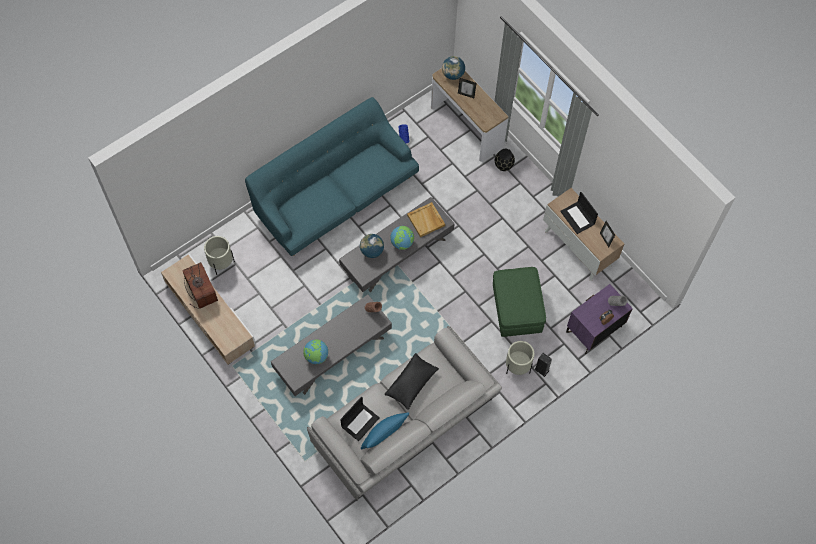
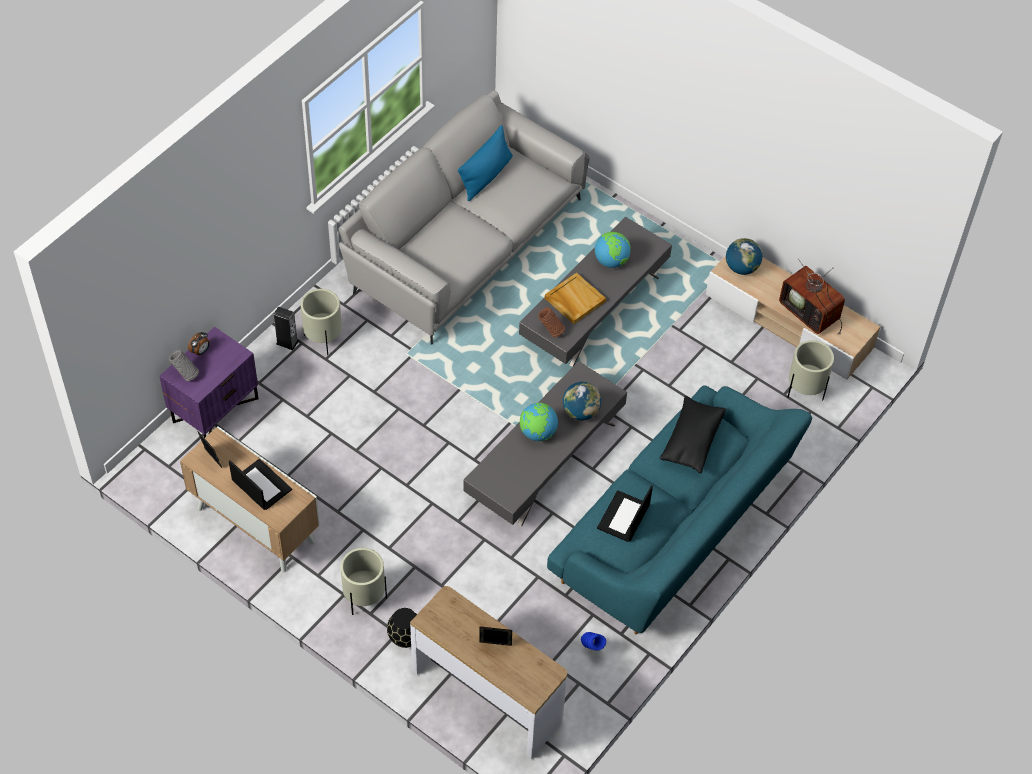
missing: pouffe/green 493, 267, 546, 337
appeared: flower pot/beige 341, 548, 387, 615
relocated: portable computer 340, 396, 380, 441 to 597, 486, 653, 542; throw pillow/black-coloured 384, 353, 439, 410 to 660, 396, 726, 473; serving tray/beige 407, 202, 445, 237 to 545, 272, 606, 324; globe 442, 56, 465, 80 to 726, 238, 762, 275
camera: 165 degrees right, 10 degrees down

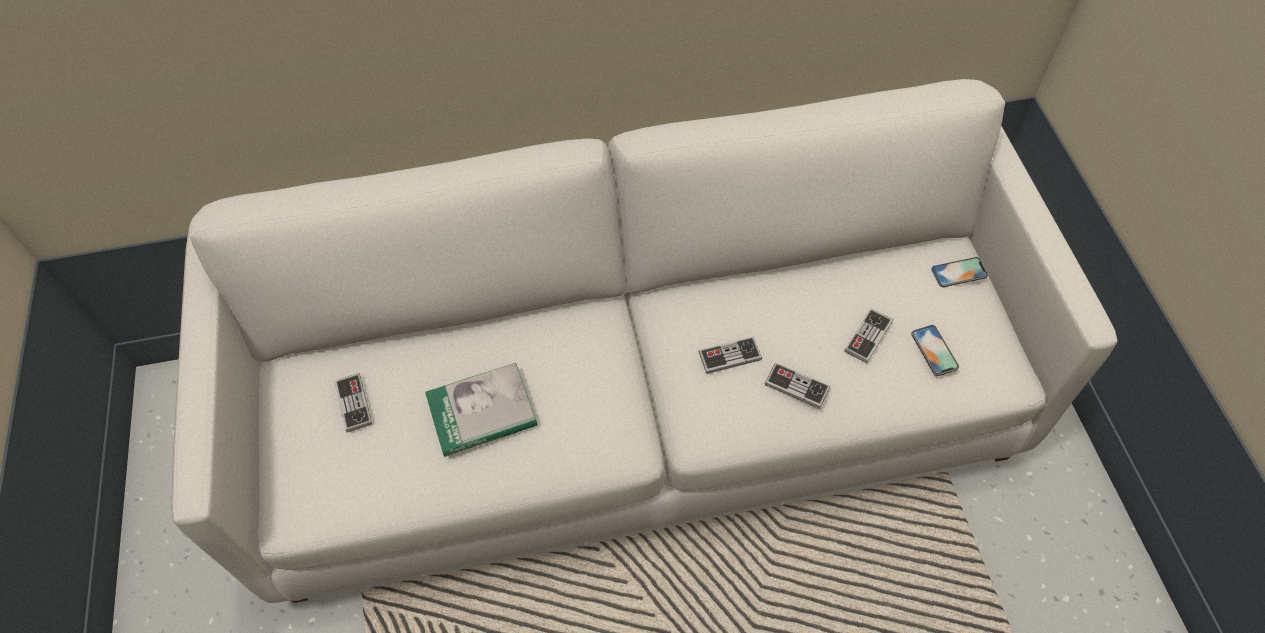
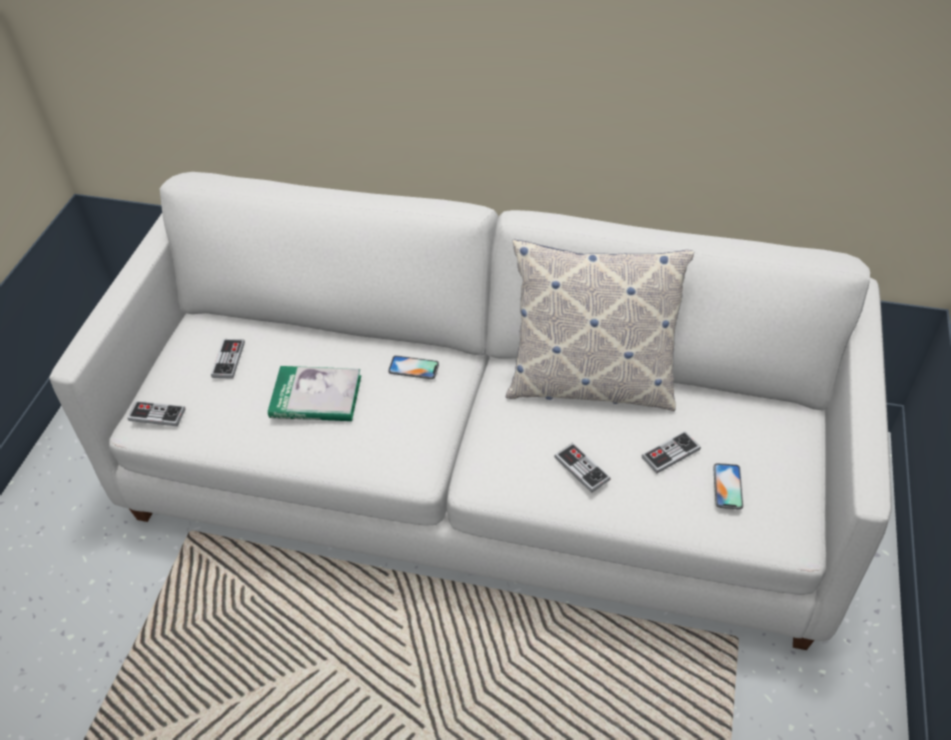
appeared: throw pillow 506, 240, 695, 411
relocated: joypad 698, 337, 762, 374 to 128, 401, 185, 426; handset 932, 257, 988, 287 to 388, 355, 439, 379
camera: 25 degrees right, 10 degrees down

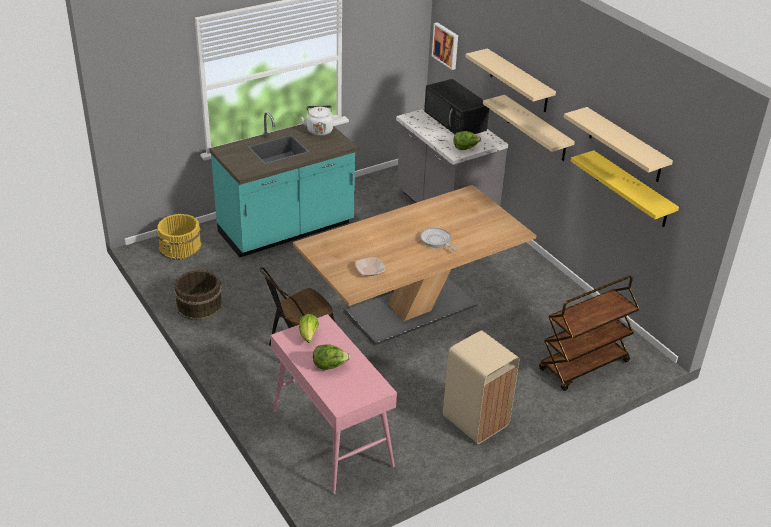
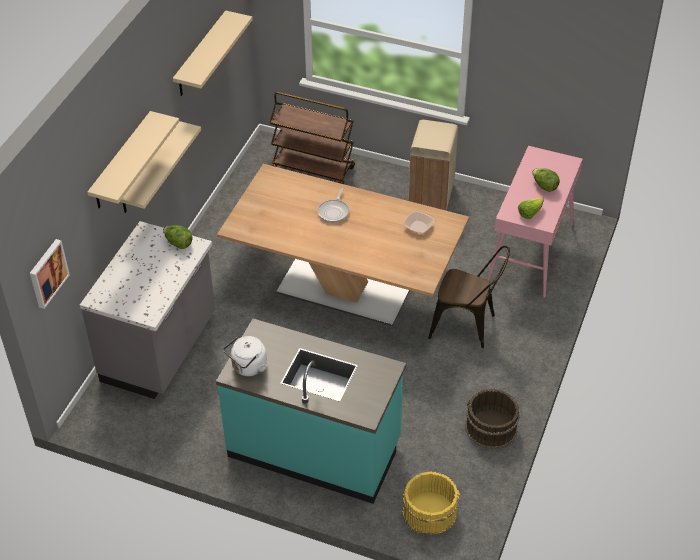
missing: kitchen microwave/black-coloured 424, 79, 489, 134; wall shelf/yellowish 571, 150, 679, 227
camera: 125 degrees left, 10 degrees up

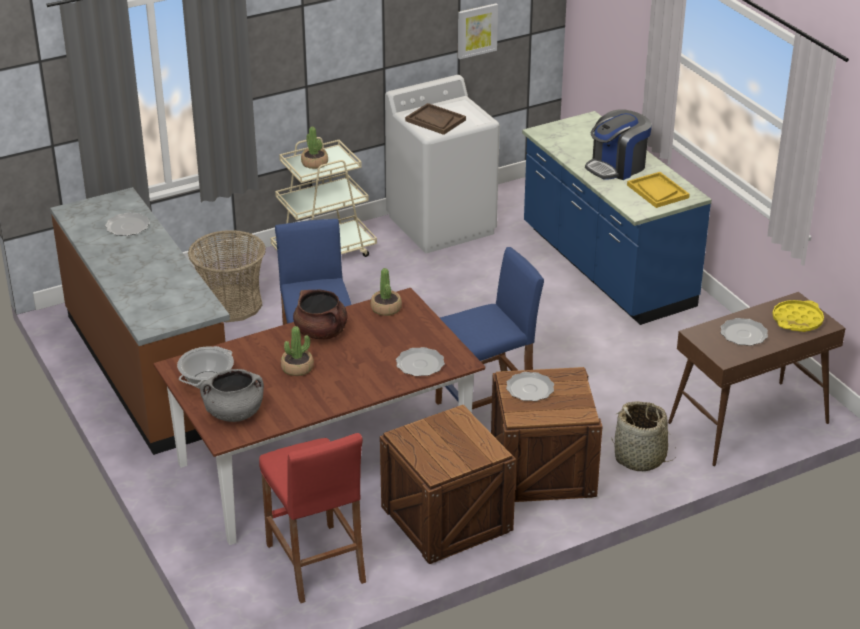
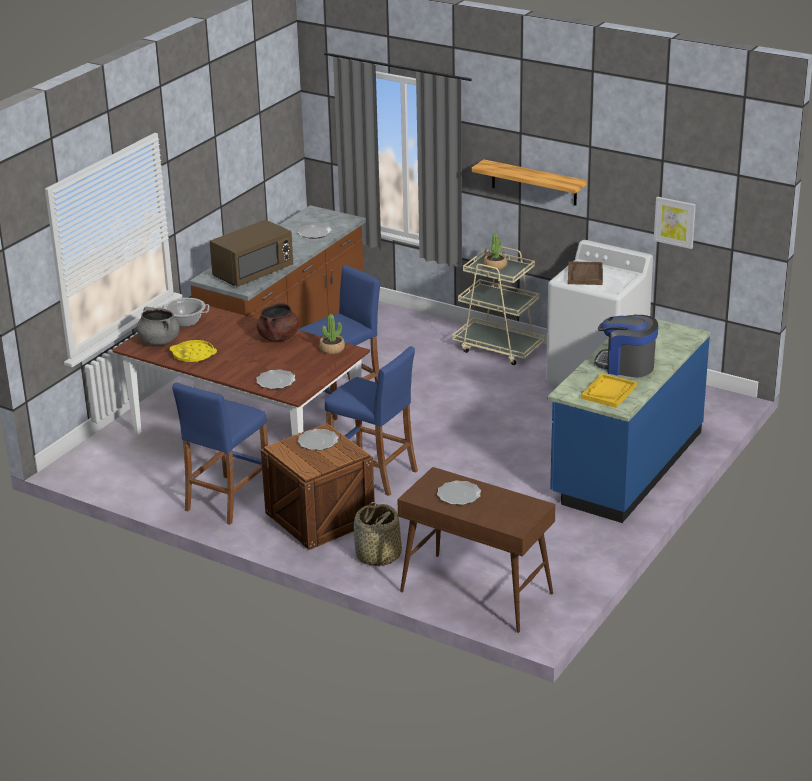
missing: basket 188, 230, 266, 322; sitting stool/red 259, 433, 366, 603; potted plant 281, 326, 314, 376
appeared: kitchen microwave/brownish 210, 220, 293, 287; wall shelf 471, 159, 587, 205
relocated: serving tray/yellowish 772, 300, 824, 332 to 169, 340, 217, 362
exchanged: shipping crate 380, 405, 516, 564 to sitting stool/blue-coloured 172, 382, 268, 525
camera: 60 degrees right, 5 degrees down

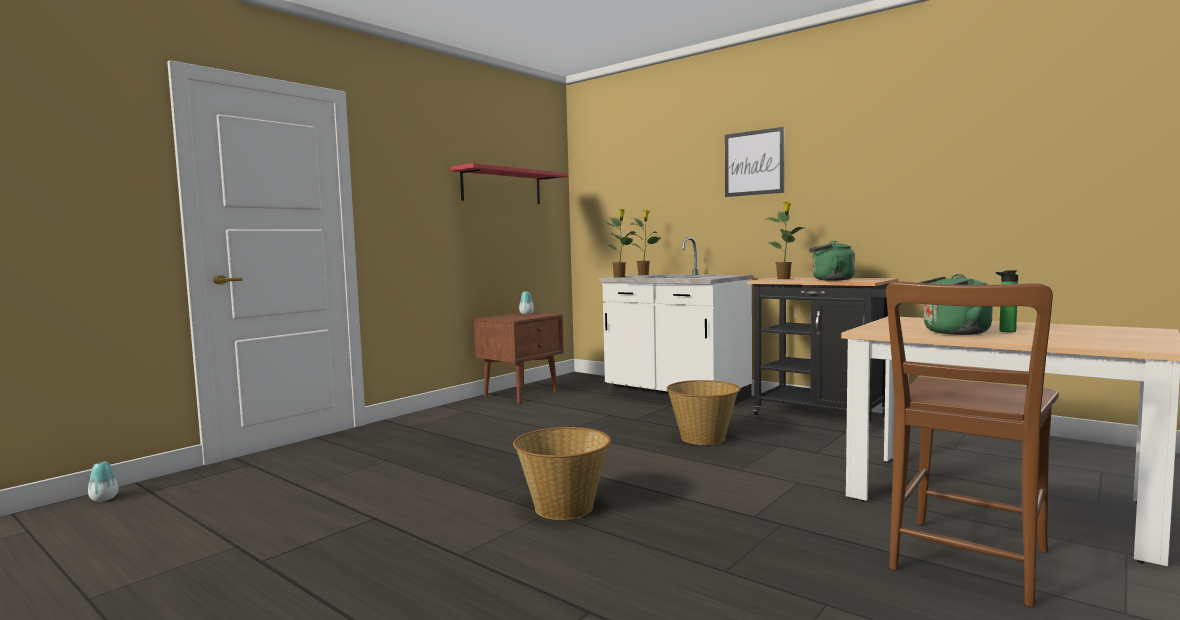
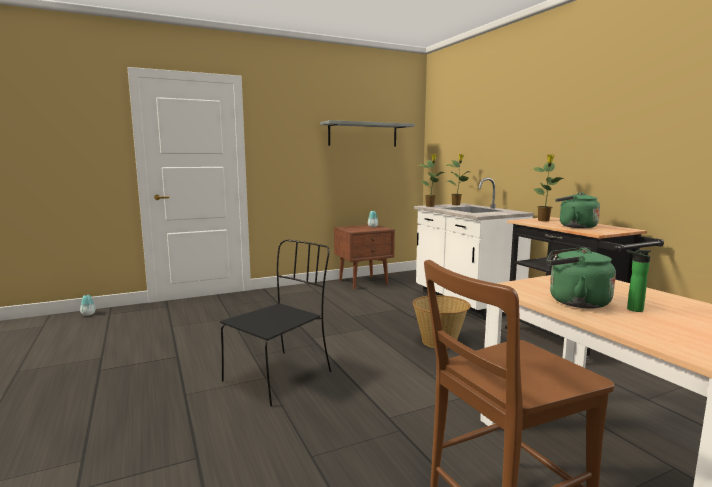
missing: picture 725, 127, 785, 197
exchanged: basket 513, 427, 611, 520 to plain chair/black-coloured 220, 239, 331, 406
colour: wall shelf/red 450, 163, 568, 204 to wall shelf/grey 320, 120, 415, 147
camera: 25 degrees right, 5 degrees up

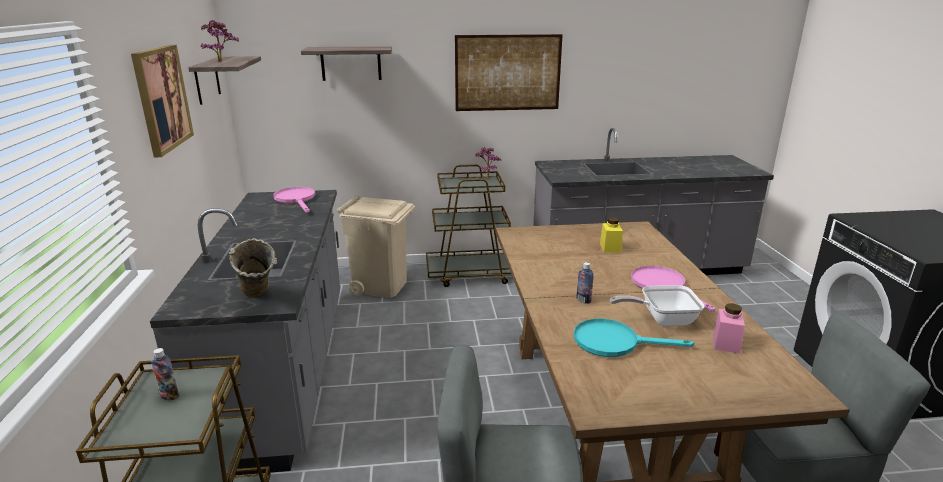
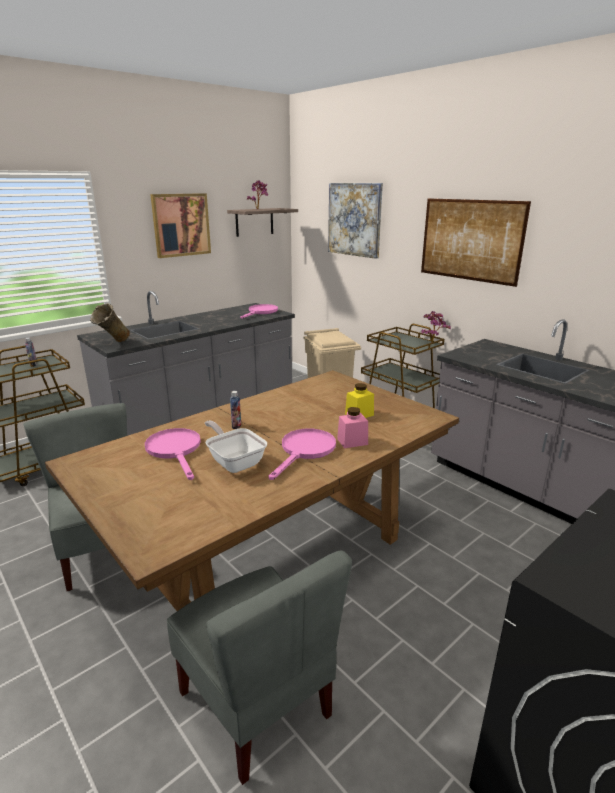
relocated: storage jar/pinkish 713, 303, 745, 354 to 337, 407, 368, 448
exchanged: wall shelf 301, 46, 392, 81 to picture 328, 183, 383, 259
colour: pan/blue-green 574, 319, 694, 357 to pan/pinkish 145, 428, 201, 480
camera: 55 degrees right, 0 degrees up

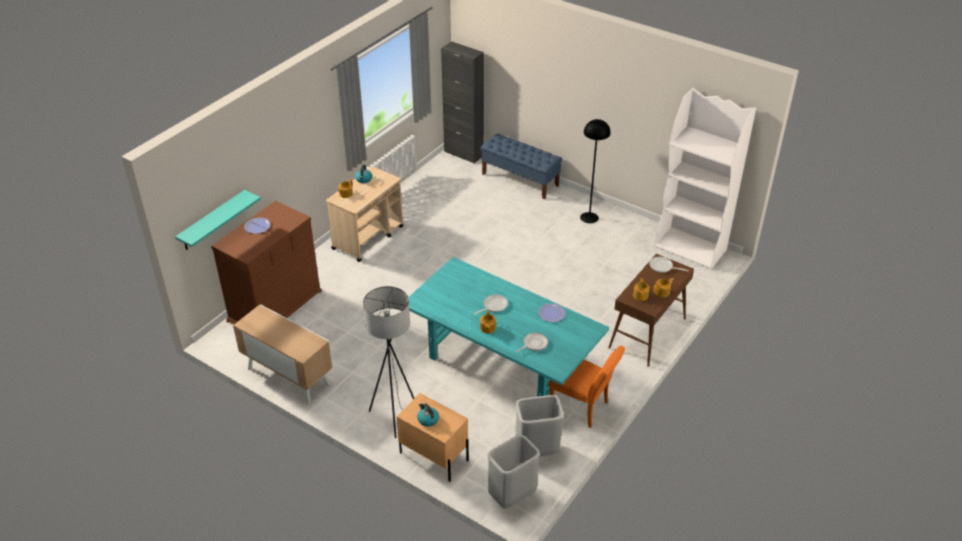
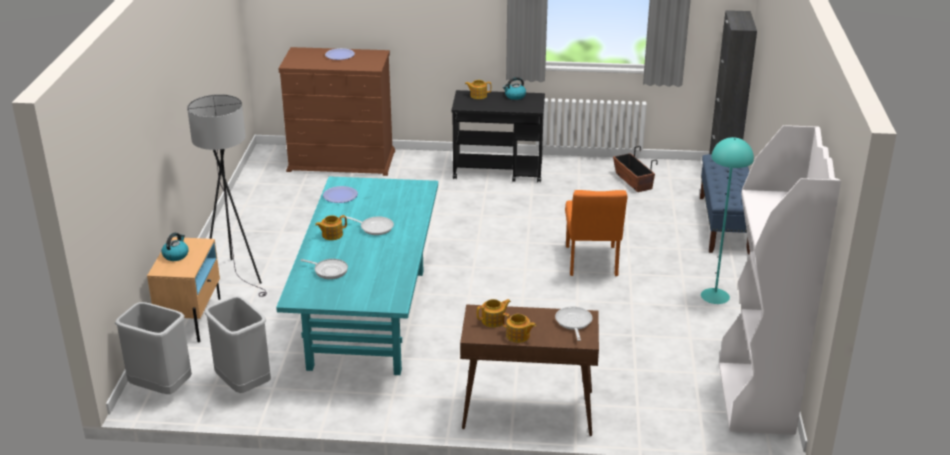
missing: wall shelf/blue-green 175, 190, 261, 250; cabinet 233, 304, 333, 404
appeared: flower pot 613, 146, 658, 192
relocated: flat dish 538, 303, 566, 322 to 323, 186, 358, 203; plain chair/orange 549, 345, 625, 428 to 565, 190, 627, 276
colour: trolley/beige 326, 166, 404, 262 to trolley/black-coloured 452, 90, 545, 183; standard lamp/black-coloured 580, 119, 611, 223 to standard lamp/blue-green 701, 137, 754, 304
camera: 60 degrees right, 10 degrees down

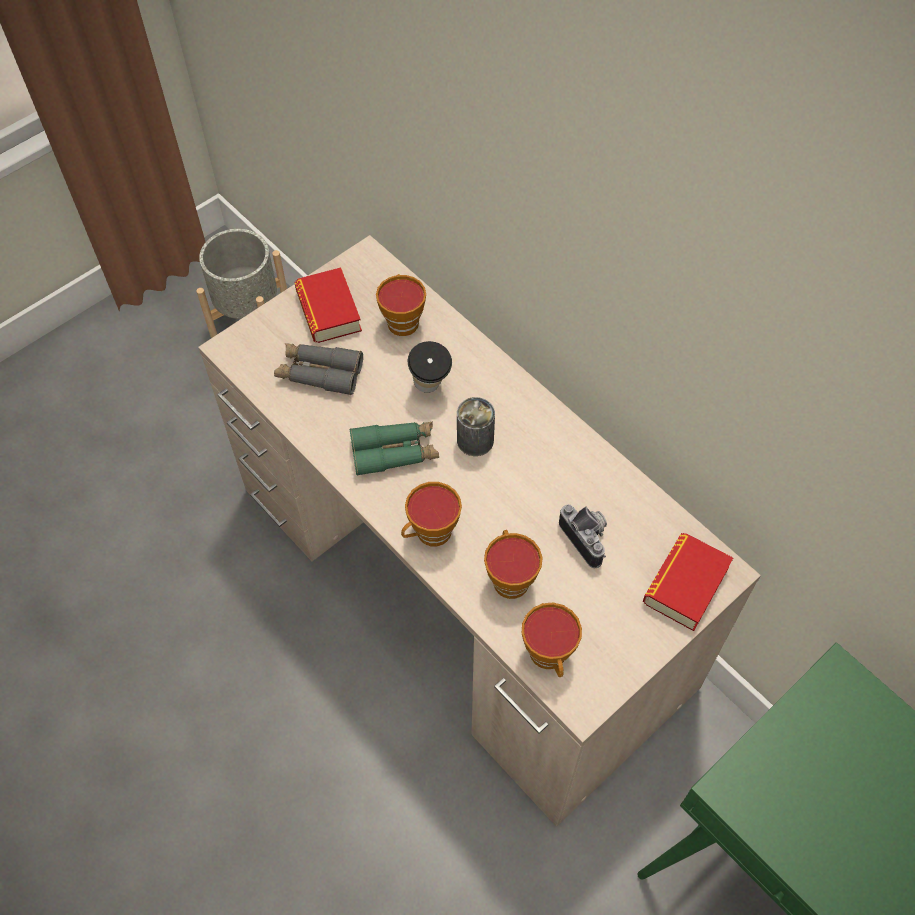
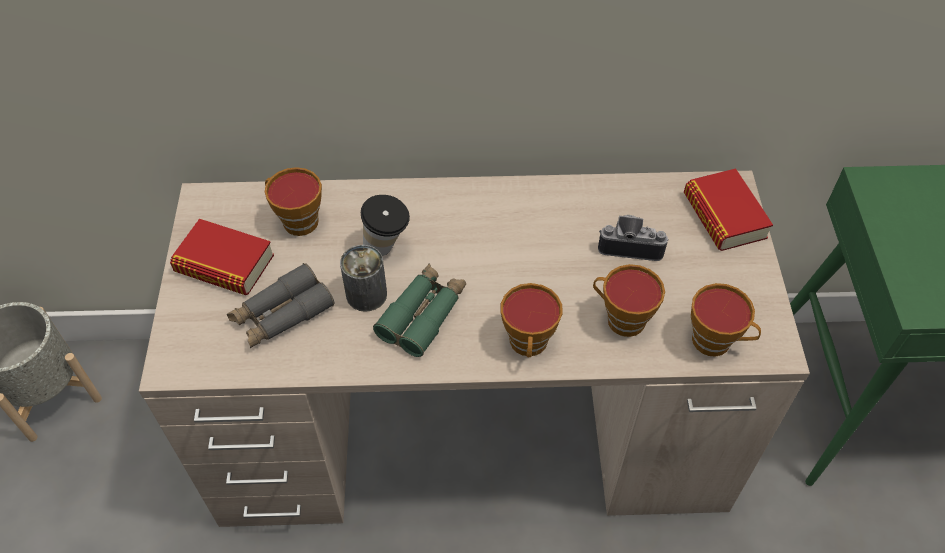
relocated: can 457, 397, 495, 456 to 340, 245, 387, 312
camera: 50 degrees left, 5 degrees down

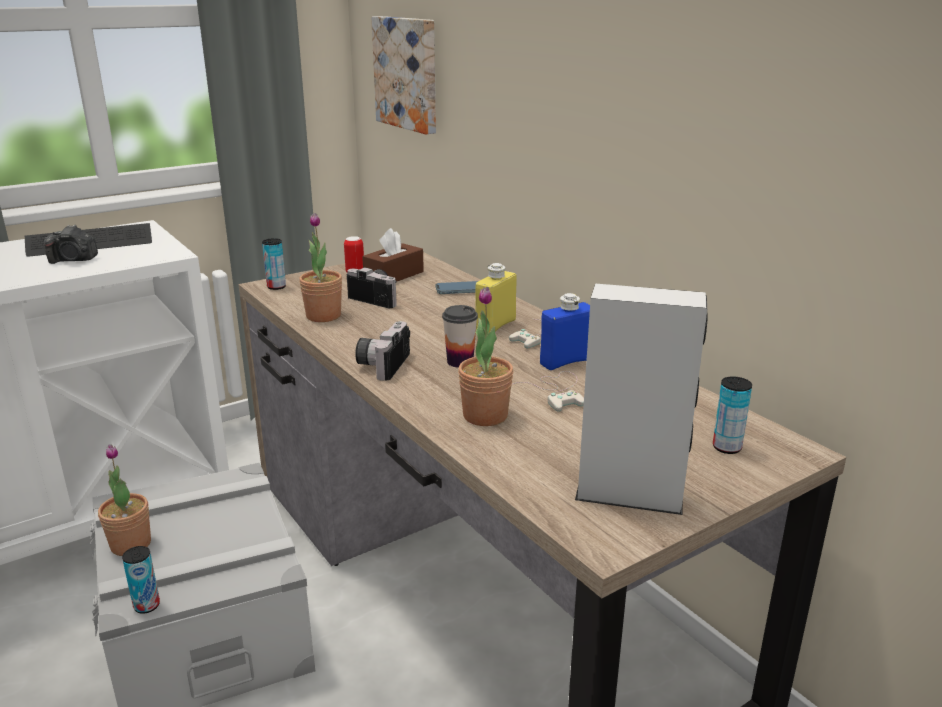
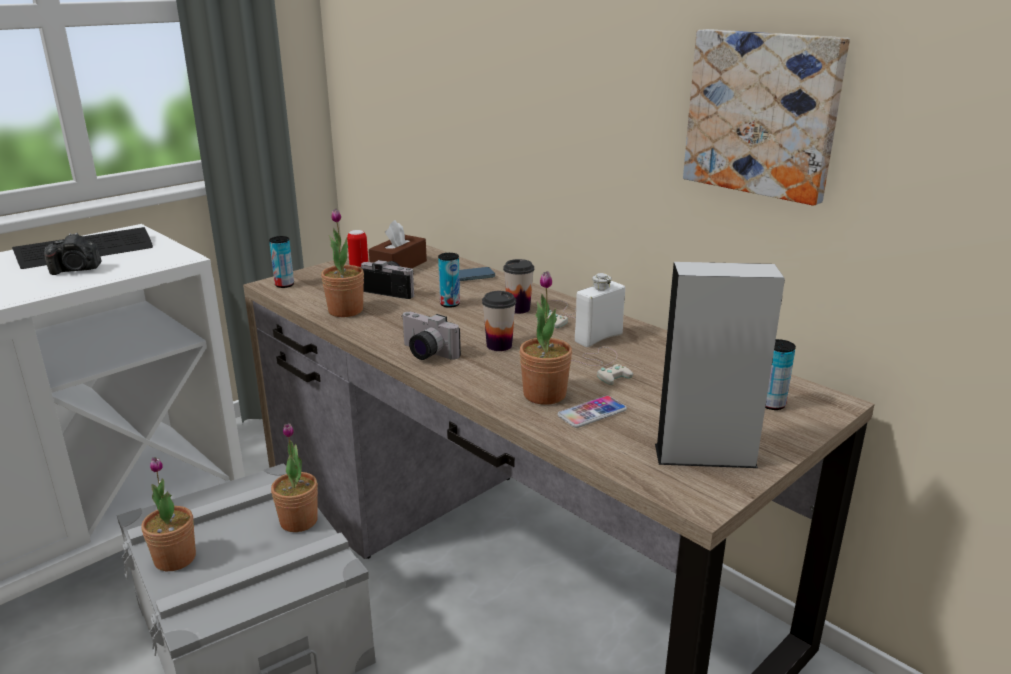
appeared: potted plant 271, 423, 318, 532; handset 557, 396, 627, 428
relocated: can 122, 546, 160, 614 to 438, 253, 460, 308; picture 371, 16, 436, 134 to 683, 29, 850, 206
exchanged: drink bottle/yellowish 476, 263, 517, 332 to cup 503, 259, 534, 314
colour: drink bottle/blue-coloured 540, 293, 590, 370 to drink bottle/whitish 575, 273, 625, 347
spun: photo camera 355, 321, 410, 381 = 401, 312, 461, 360 60 degrees counterclockwise
camera: 10 degrees left, 0 degrees up

